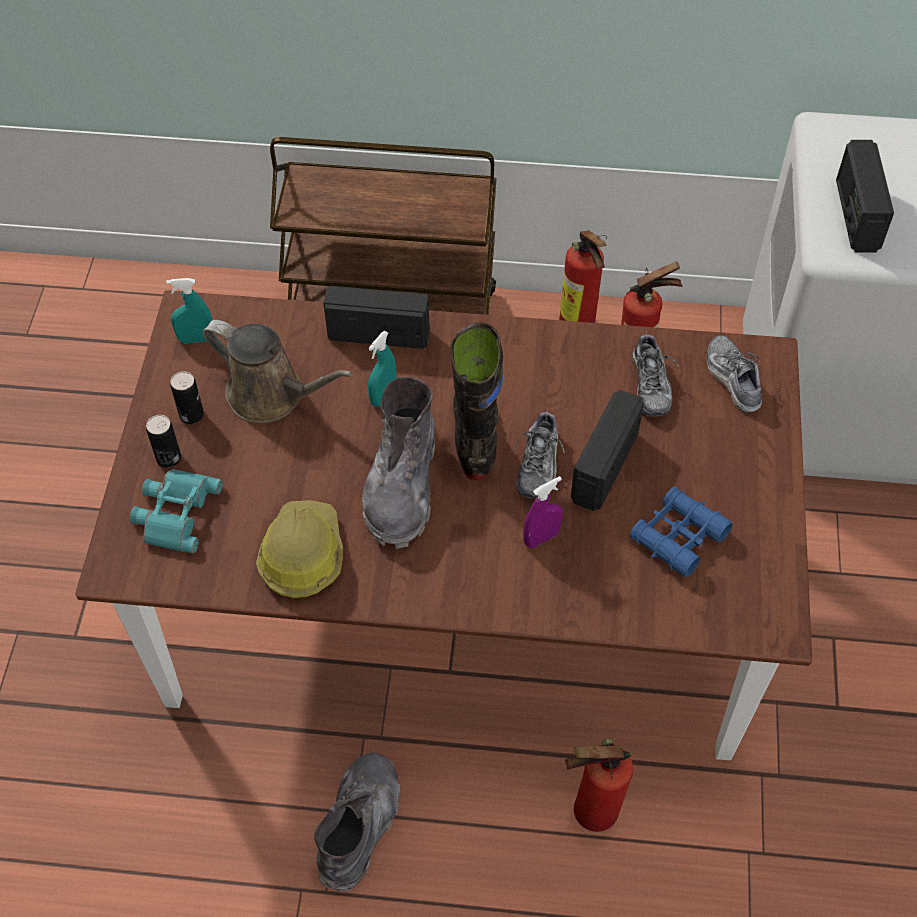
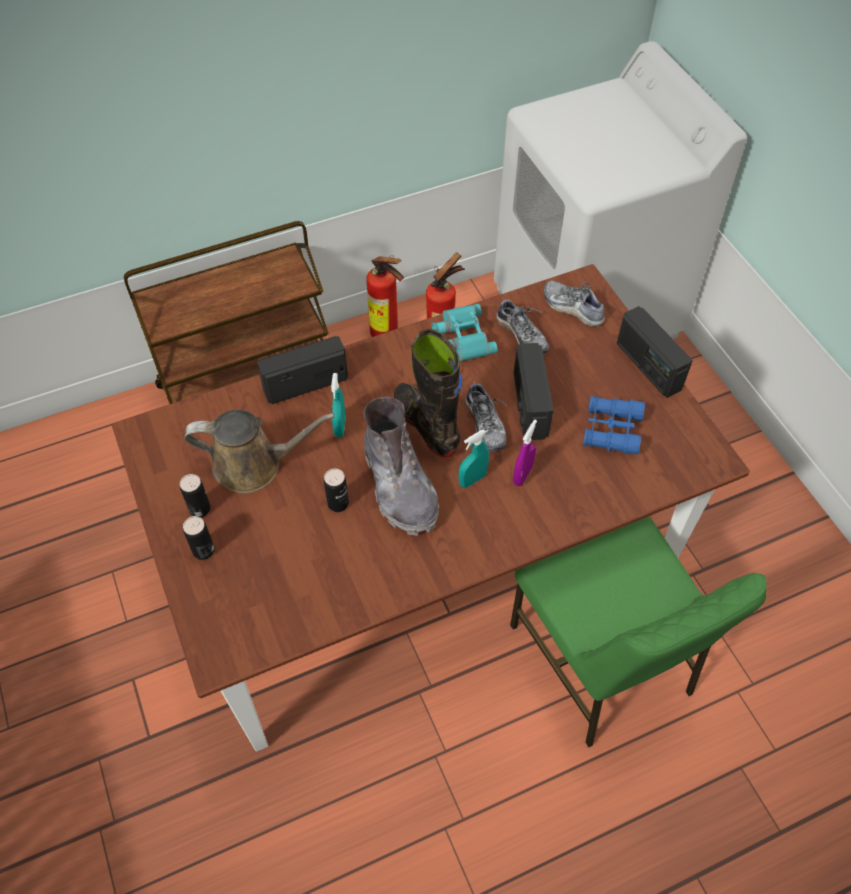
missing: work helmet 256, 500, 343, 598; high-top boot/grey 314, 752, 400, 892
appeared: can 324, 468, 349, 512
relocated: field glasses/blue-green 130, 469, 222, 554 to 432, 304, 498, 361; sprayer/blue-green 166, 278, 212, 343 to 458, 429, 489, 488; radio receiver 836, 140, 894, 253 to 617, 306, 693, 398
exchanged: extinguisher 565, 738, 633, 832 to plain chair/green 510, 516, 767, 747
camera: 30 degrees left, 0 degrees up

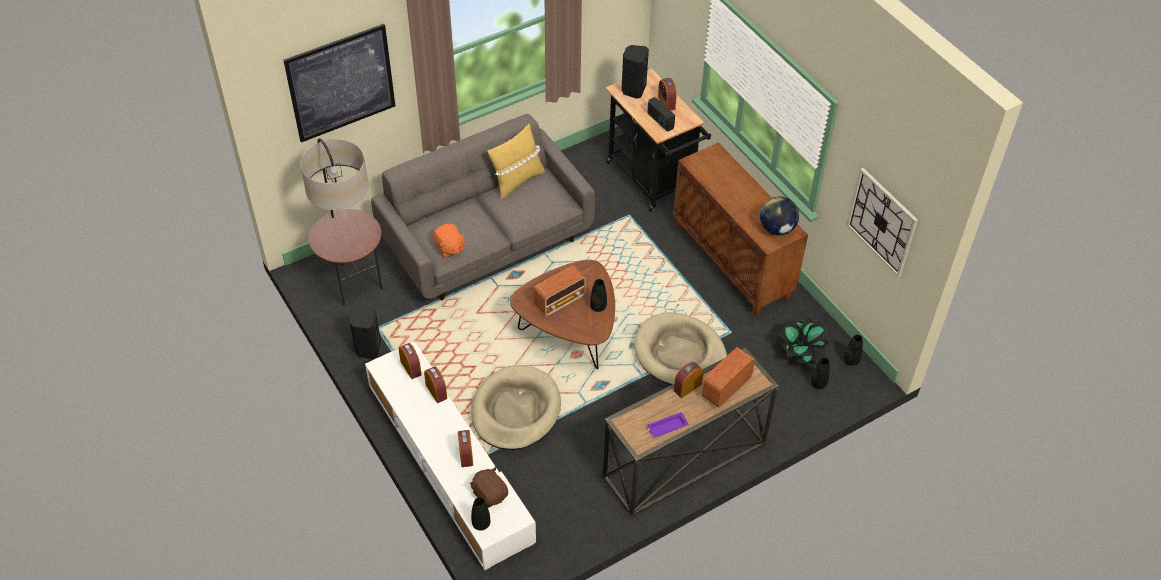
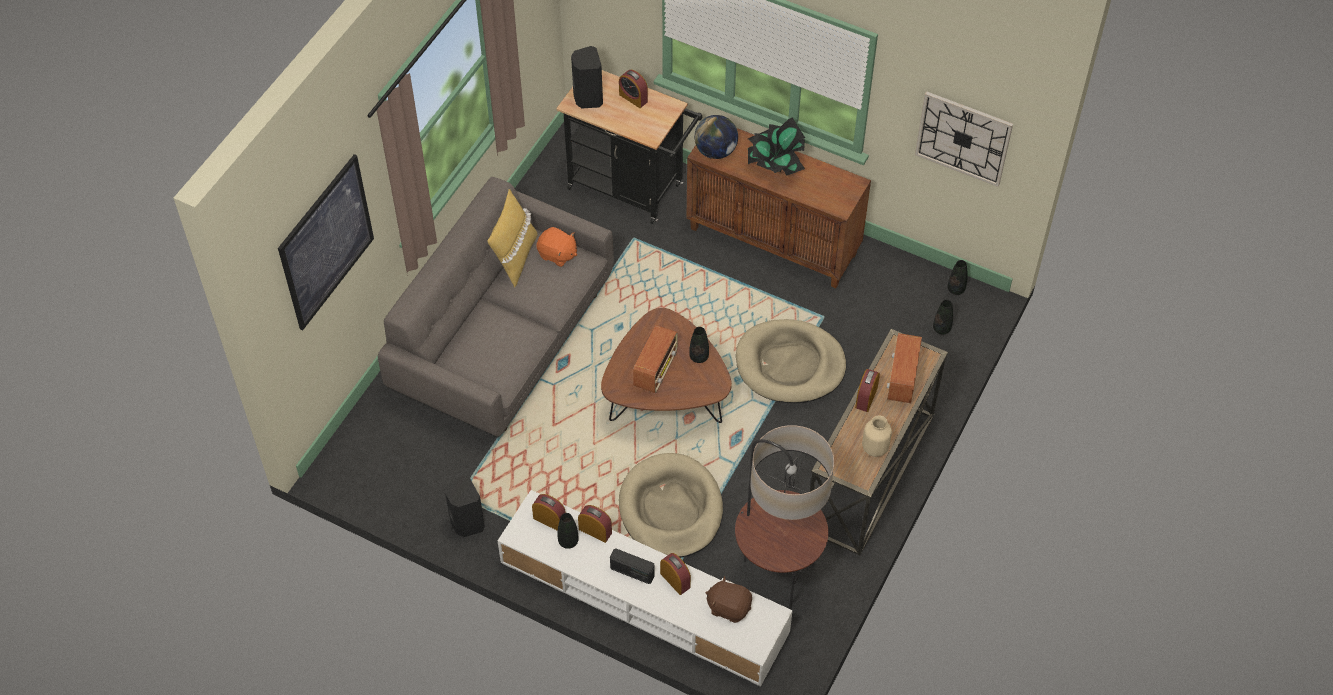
relocated: standard lamp 301, 138, 382, 306 to 735, 425, 834, 609; soft toy/orange 433, 224, 466, 258 to 536, 227, 577, 267; flower vase/black-coloured 471, 497, 490, 530 to 557, 513, 579, 549; radio receiver 647, 97, 675, 131 to 610, 548, 655, 584; globe 760, 196, 799, 235 to 694, 115, 738, 159; potted plant 775, 318, 829, 364 to 748, 118, 805, 176
exchanged: serving tray/purple-coloured 648, 412, 688, 437 to flower vase/beige 862, 415, 892, 457
camera: 30 degrees left, 5 degrees up

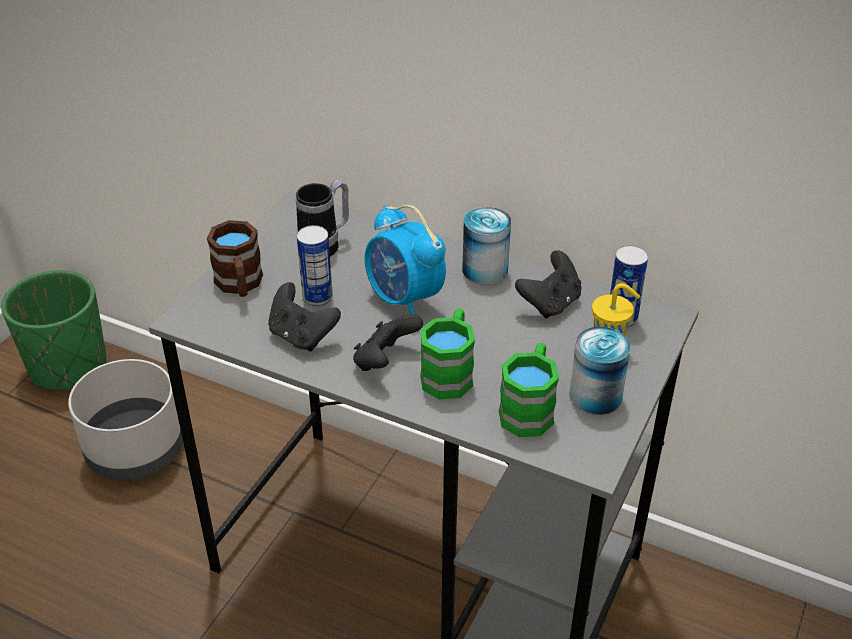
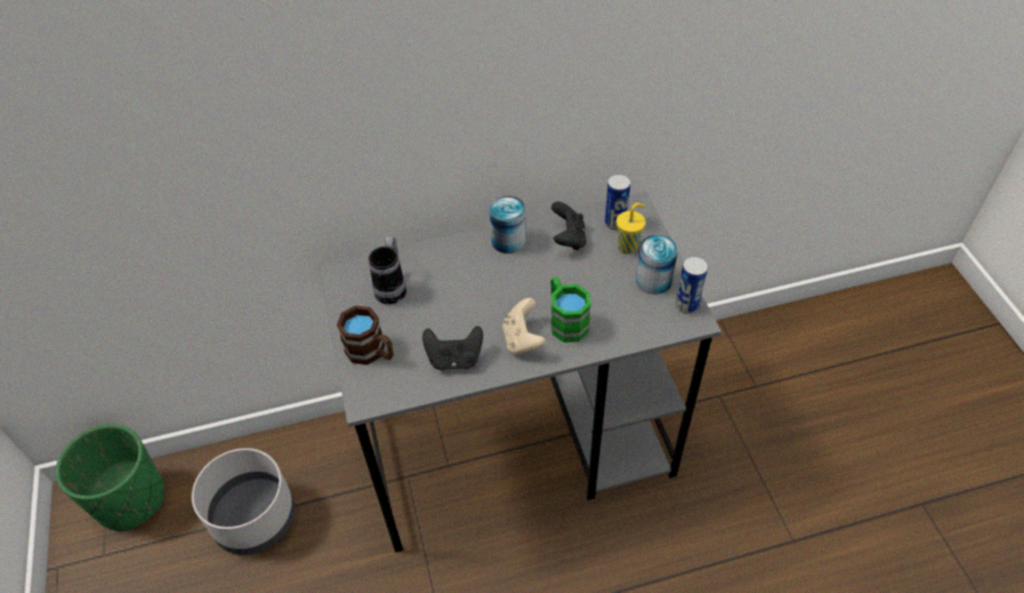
missing: alarm clock 365, 205, 446, 314; mug/green 499, 343, 559, 437
relocated: can 297, 225, 333, 307 to 676, 256, 708, 314
colour: joypad/black-coloured 353, 314, 423, 371 to joypad/beige 502, 298, 546, 355
camera: 40 degrees left, 10 degrees up

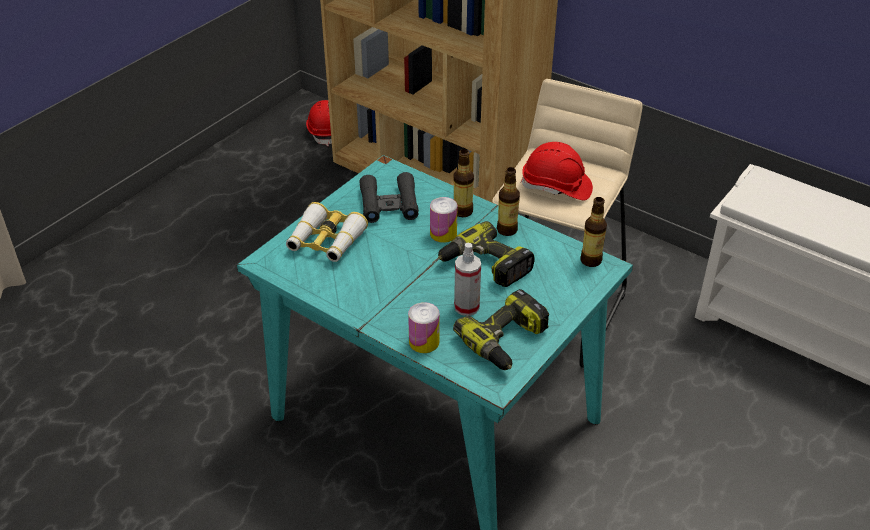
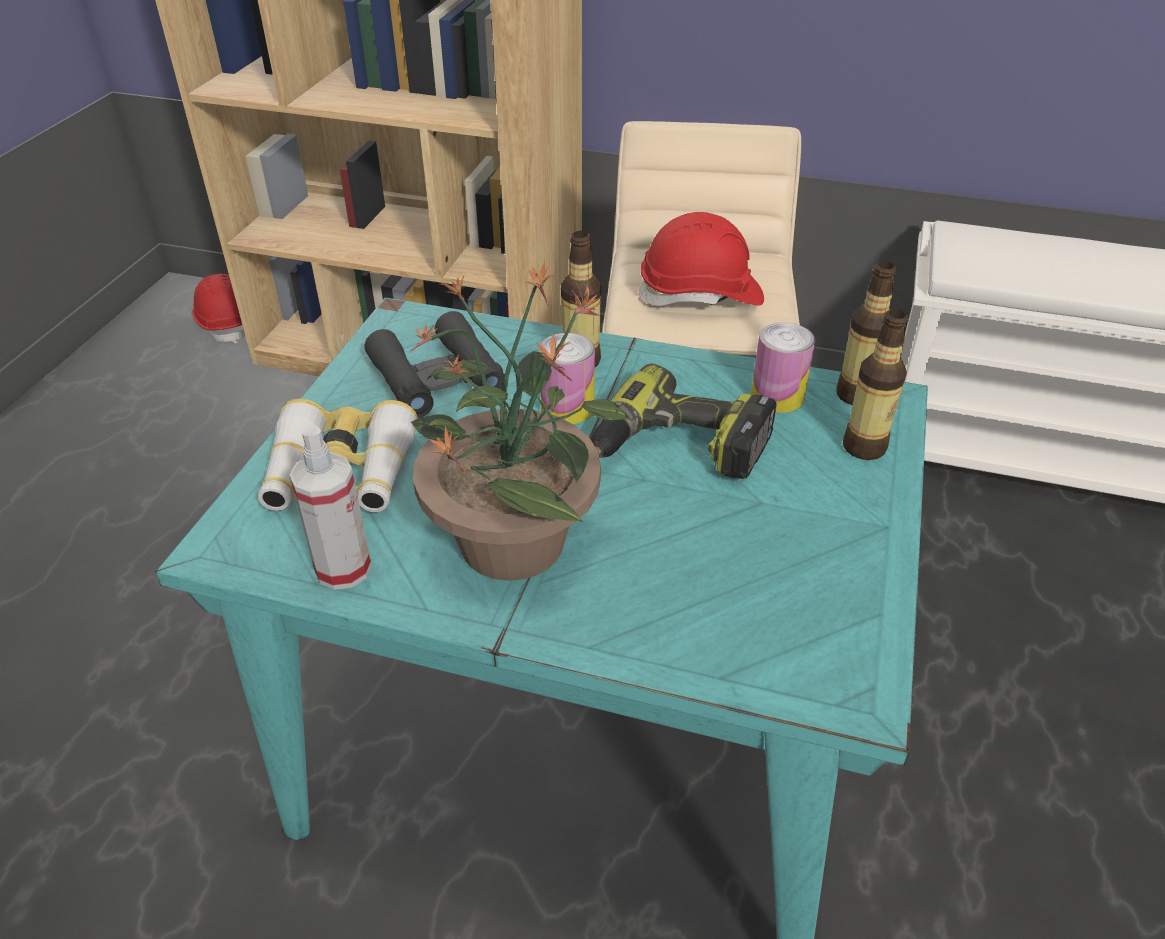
missing: power drill 453, 289, 549, 370
appeared: potted plant 409, 261, 630, 581
relocated: can 408, 302, 440, 353 to 751, 322, 815, 413; sprayer 454, 243, 481, 316 to 290, 425, 372, 590; drink bottle 497, 167, 520, 236 to 843, 310, 908, 460
camera: 20 degrees left, 0 degrees up

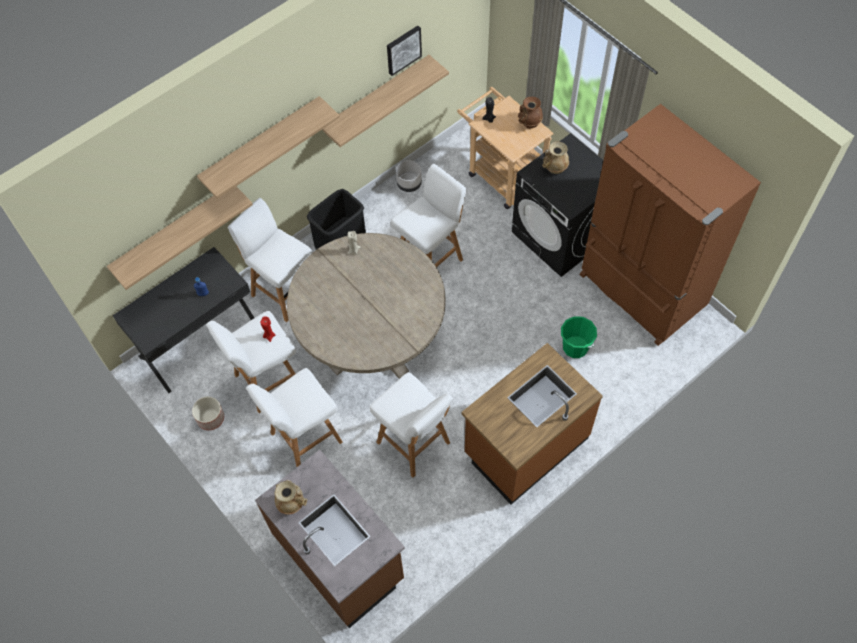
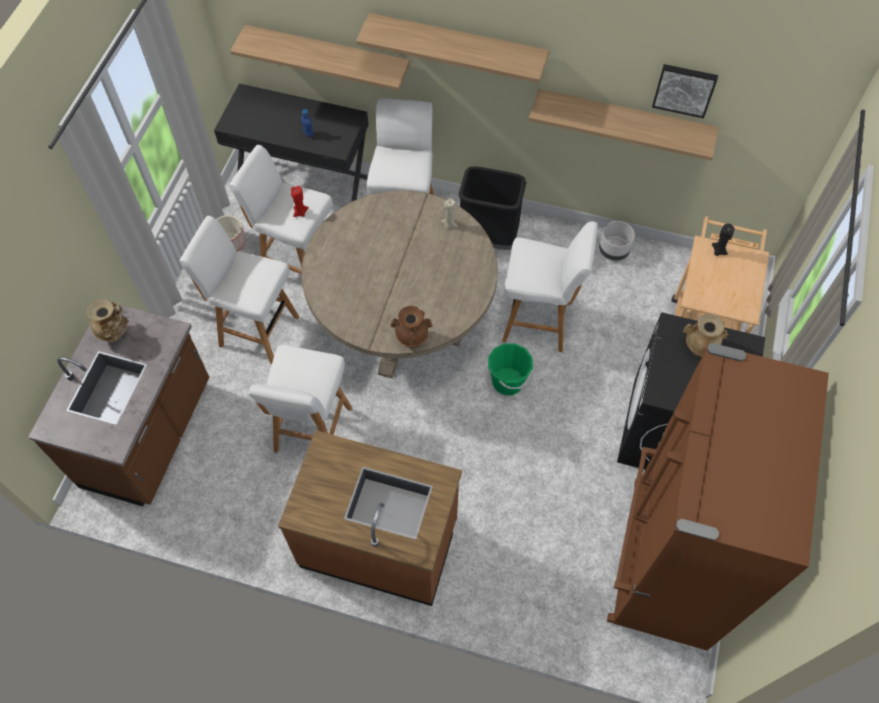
relocated: flower vase/brownish 518, 97, 543, 128 to 390, 306, 433, 348; bucket/green 561, 316, 597, 358 to 488, 343, 533, 395
camera: 55 degrees right, 0 degrees up

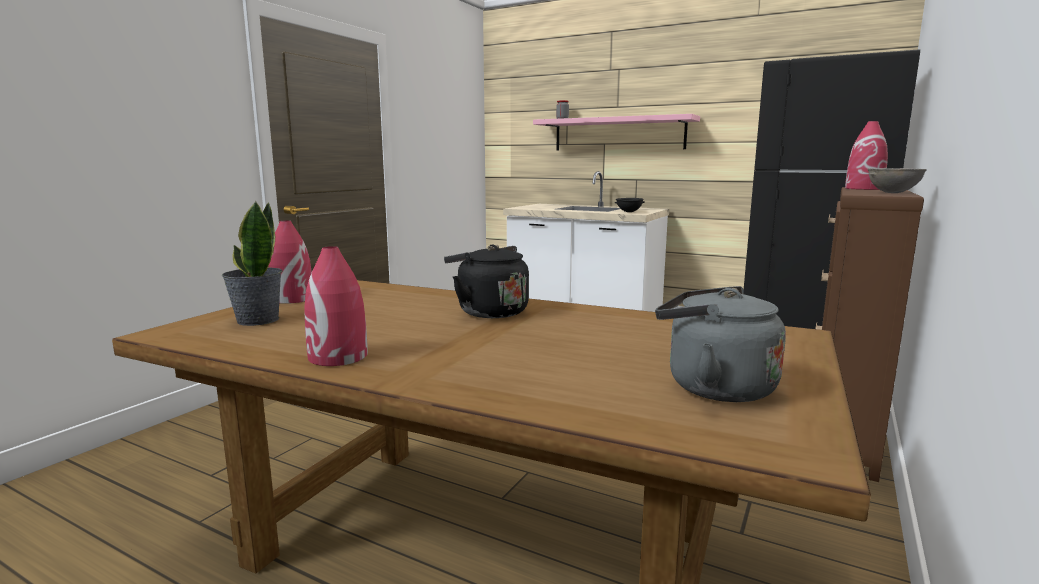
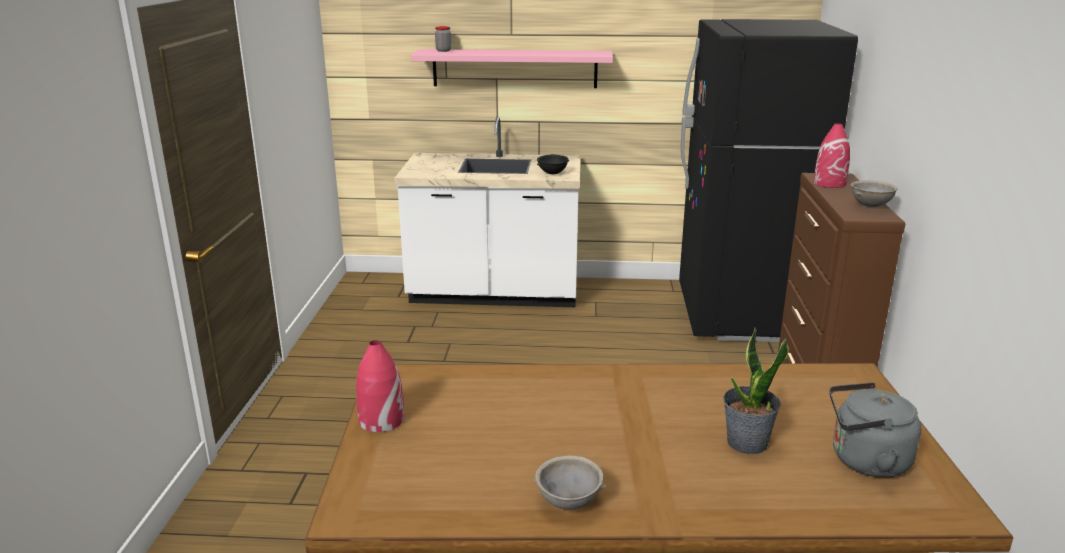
missing: tea kettle/black-coloured 444, 244, 529, 318
relocated: potted plant 222, 201, 283, 326 to 723, 327, 789, 454
exchanged: flower vase/red 304, 246, 368, 366 to bowl/grey 533, 455, 606, 510
camera: 25 degrees left, 10 degrees up

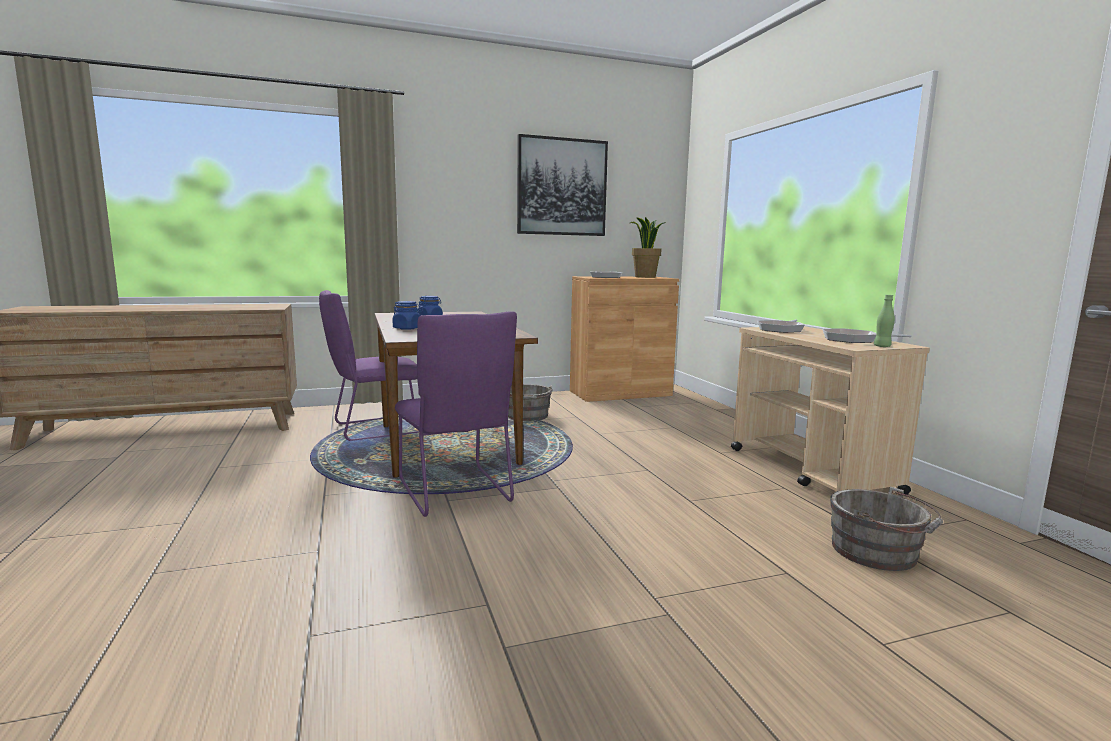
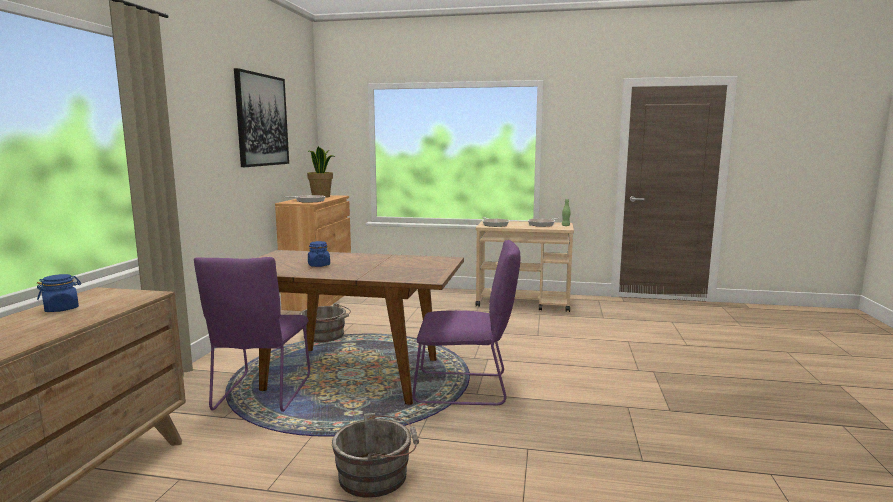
relocated: storage jar/blue-coloured 392, 301, 421, 330 to 37, 274, 81, 312; bucket/grey 830, 487, 943, 571 to 332, 413, 419, 498
camera: 60 degrees left, 0 degrees up

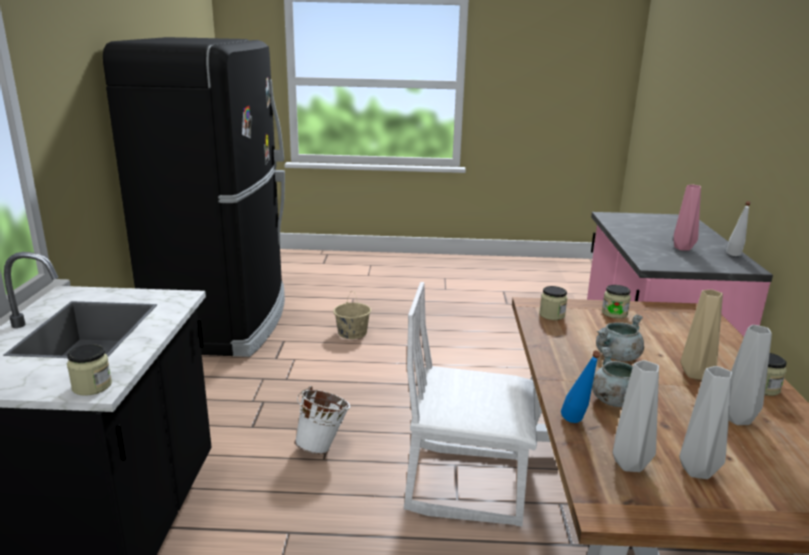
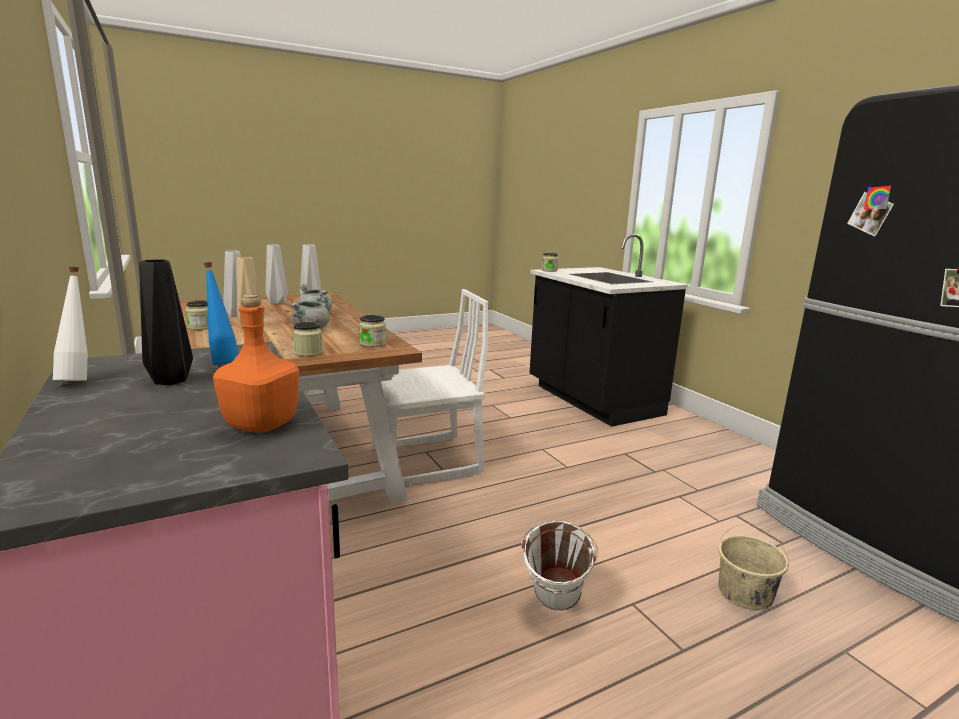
appeared: drink bottle/orange 213, 294, 299, 433
relocated: bucket/whitish 295, 386, 350, 454 to 521, 520, 598, 611; drink bottle/blue-coloured 561, 351, 601, 423 to 204, 262, 238, 365
colour: flower vase/pinkish 674, 185, 701, 251 to flower vase/black-coloured 139, 259, 193, 385
camera: 150 degrees right, 5 degrees down

